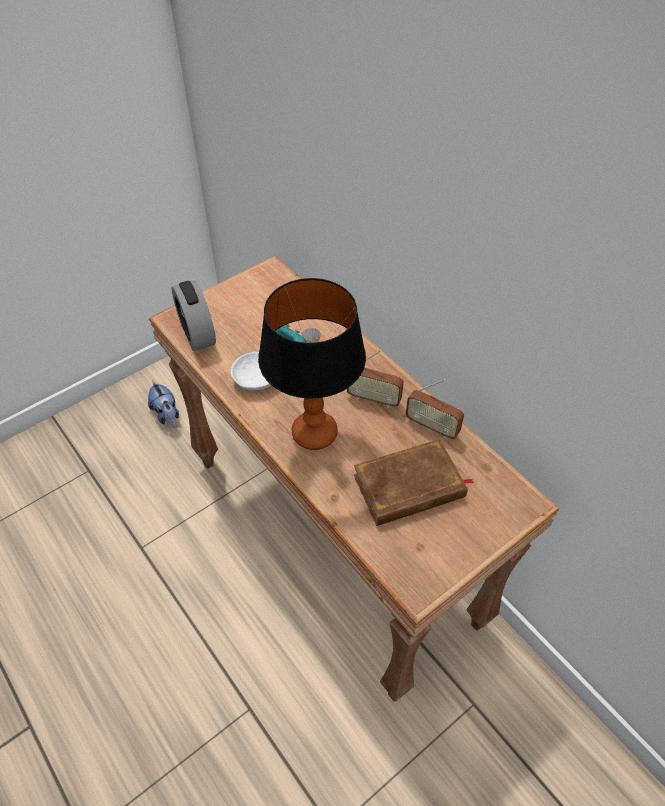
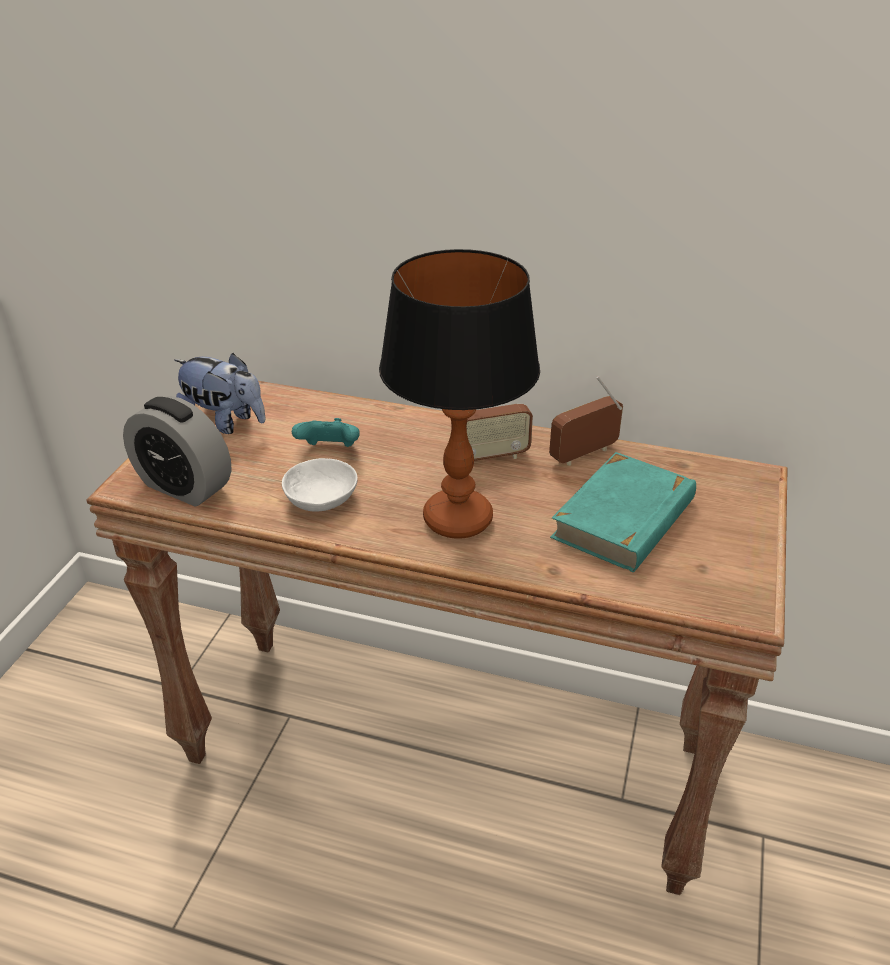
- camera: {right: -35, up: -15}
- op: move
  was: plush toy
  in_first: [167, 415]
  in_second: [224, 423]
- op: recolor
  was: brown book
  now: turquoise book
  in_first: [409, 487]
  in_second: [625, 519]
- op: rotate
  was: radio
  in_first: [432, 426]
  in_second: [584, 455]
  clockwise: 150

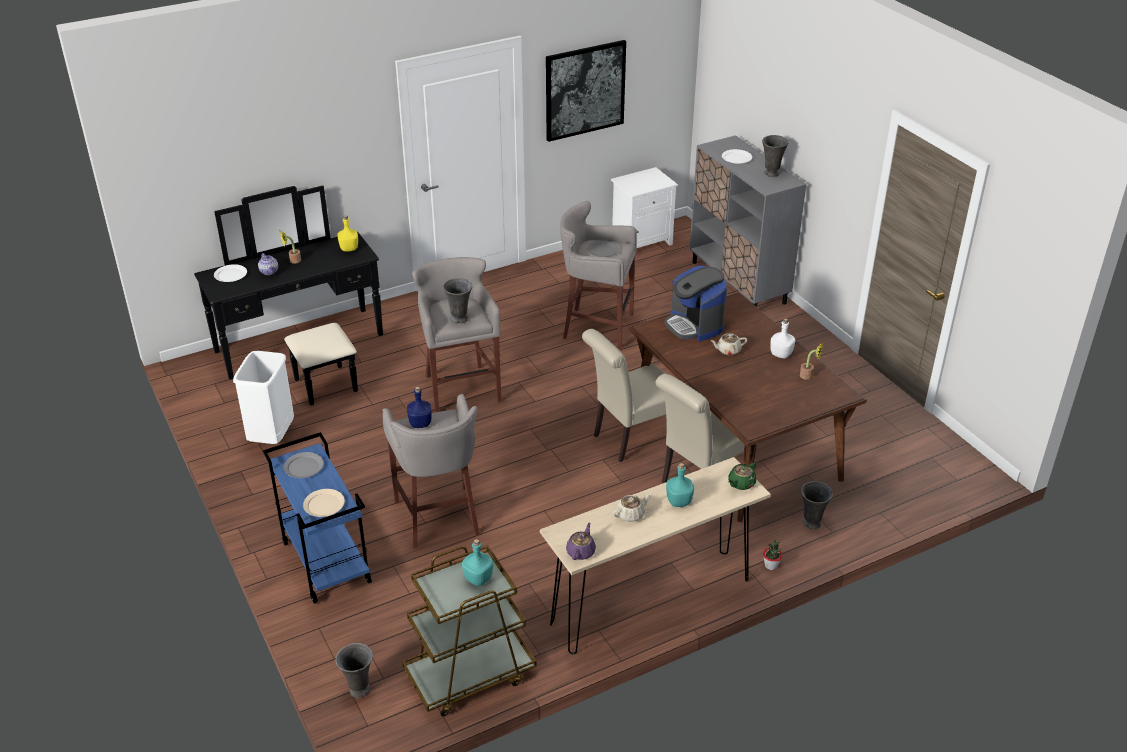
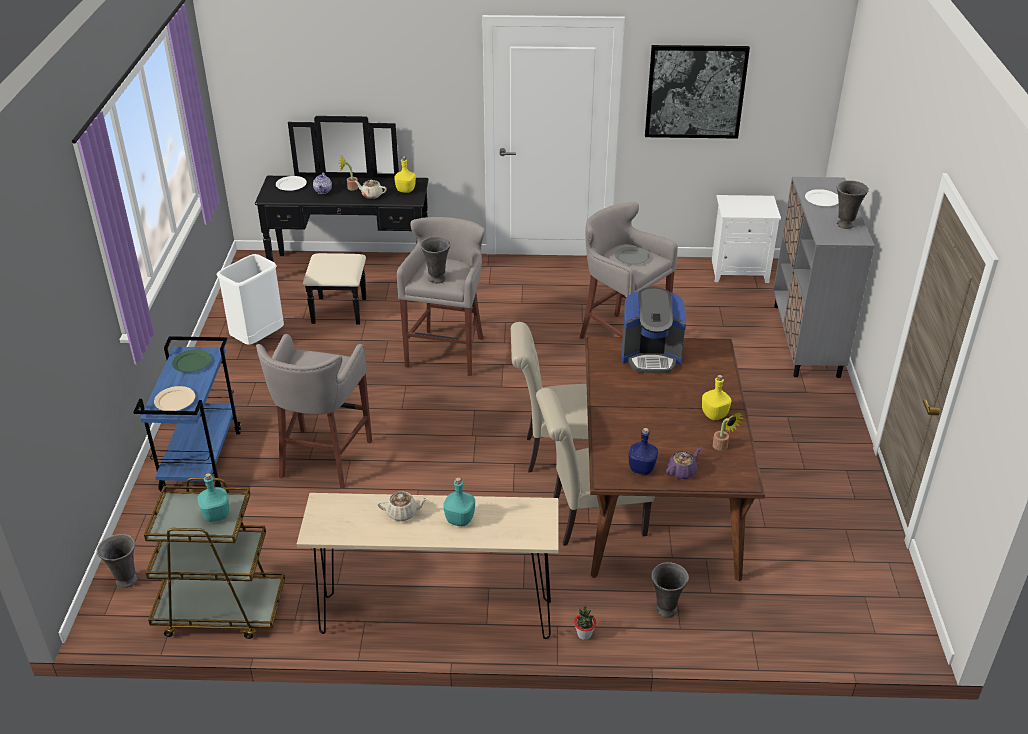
- camera: {right: 30, up: 0}
- op: recolor
  was: grey plate
  now: green plate
  in_first: [303, 467]
  in_second: [192, 363]
- op: move
  was: blue bottle
  in_first: [420, 424]
  in_second: [641, 469]
- op: move
  was: purple teapot
  in_first: [581, 551]
  in_second: [682, 471]
- op: rotate
  was: coffee machine
  in_first: [694, 325]
  in_second: [651, 356]
  clockwise: -90
- op: move
  was: beige teapot
  in_first: [728, 350]
  in_second: [371, 195]
- op: delete
  was: green teapot
  in_first: [741, 483]
- op: recolor
  was: white bottle
  now: yellow bottle
  in_first: [781, 354]
  in_second: [714, 415]

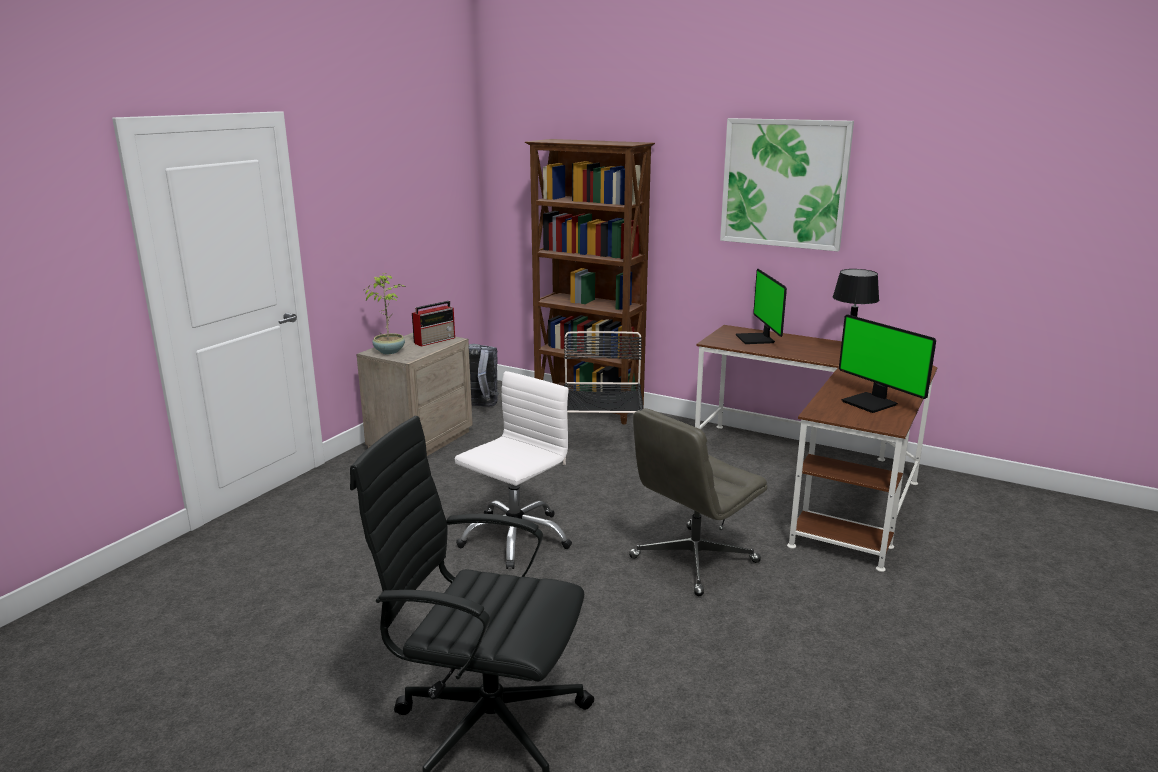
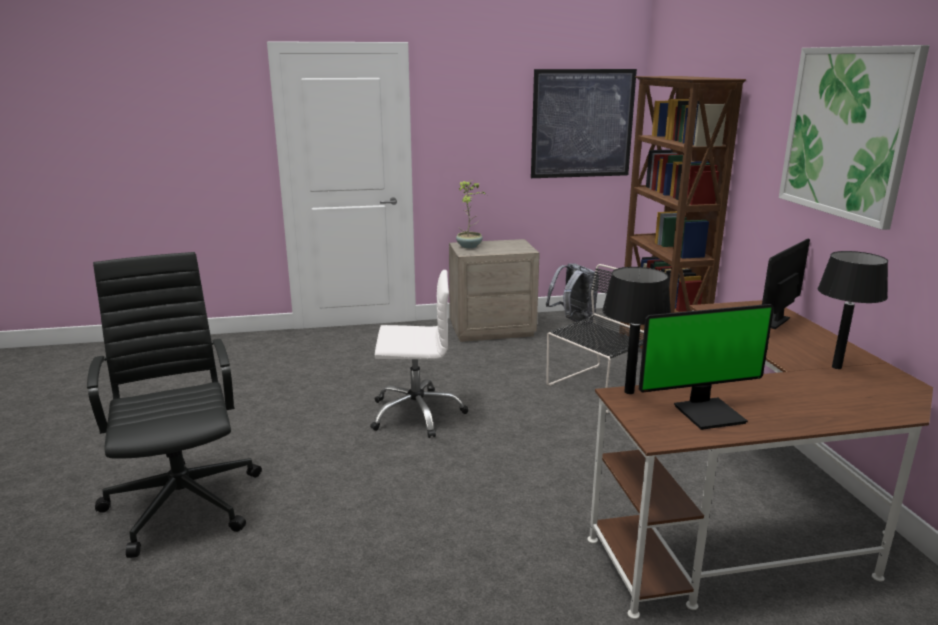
- camera: {right: 50, up: 0}
- op: delete
  was: radio
  in_first: [435, 340]
- op: delete
  was: grey office chair
  in_first: [693, 561]
- op: rotate
  was: monitor
  in_first: [871, 403]
  in_second: [708, 413]
  clockwise: -120
- op: insert
  now: picture
  in_second: [582, 124]
- op: insert
  now: black table lamp
  in_second: [628, 392]

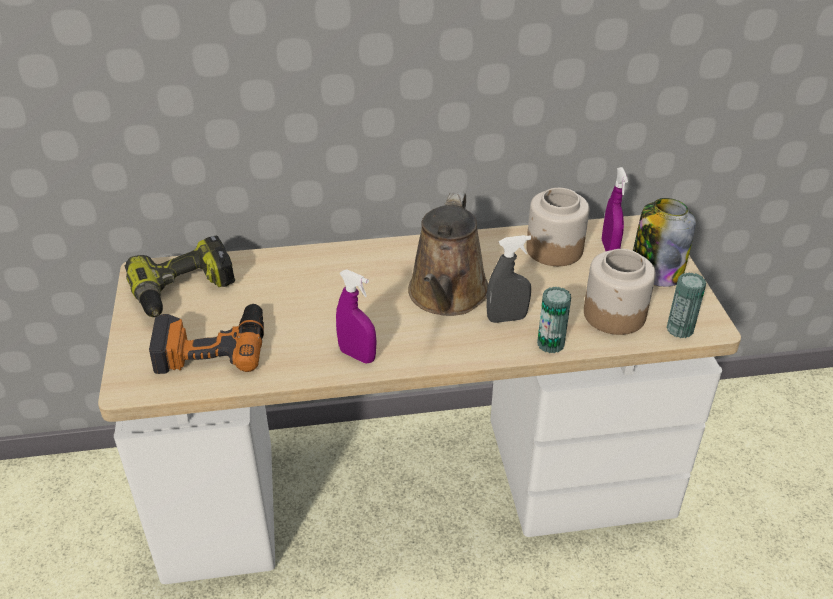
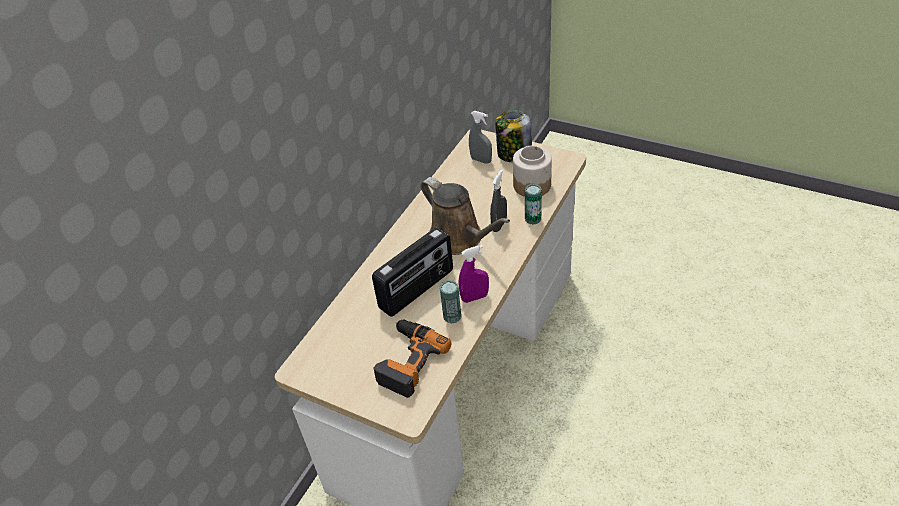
- camera: {right: -50, up: 5}
- op: delete
  was: power drill
  in_first: [184, 291]
- op: delete
  was: jar
  in_first: [553, 249]
- op: recolor
  was: purple spray bottle
  now: grey spray bottle
  in_first: [609, 249]
  in_second: [481, 160]
- op: move
  was: can
  in_first: [680, 329]
  in_second: [452, 316]
- op: insert
  now: radio
  in_second: [417, 289]

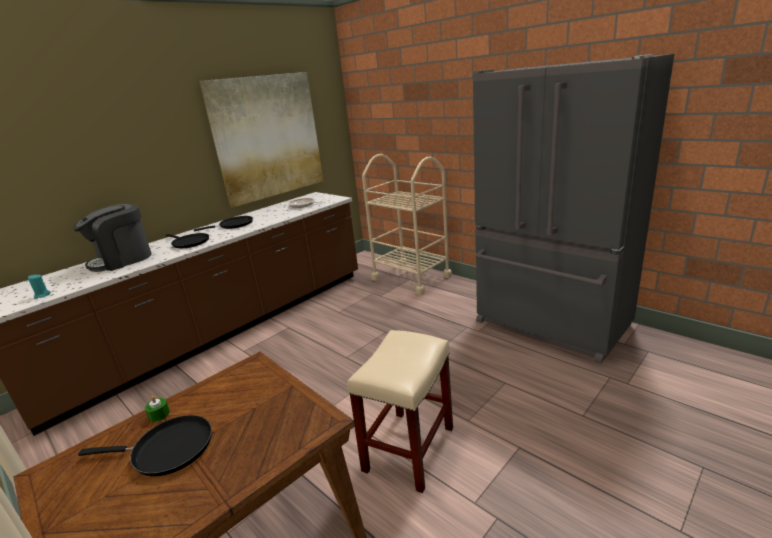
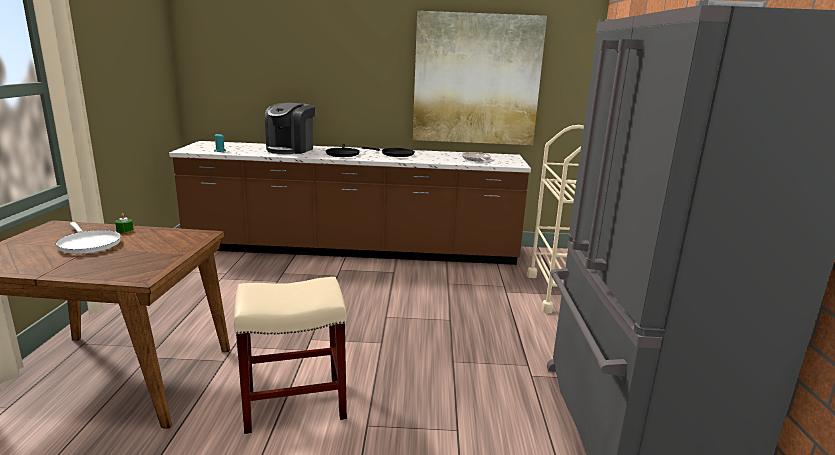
- camera: {right: 45, up: -5}
- op: rotate
  was: coffee machine
  in_first: [122, 260]
  in_second: [291, 149]
  clockwise: -75
- op: recolor
  was: black frying pan
  now: white frying pan
  in_first: [167, 449]
  in_second: [88, 244]

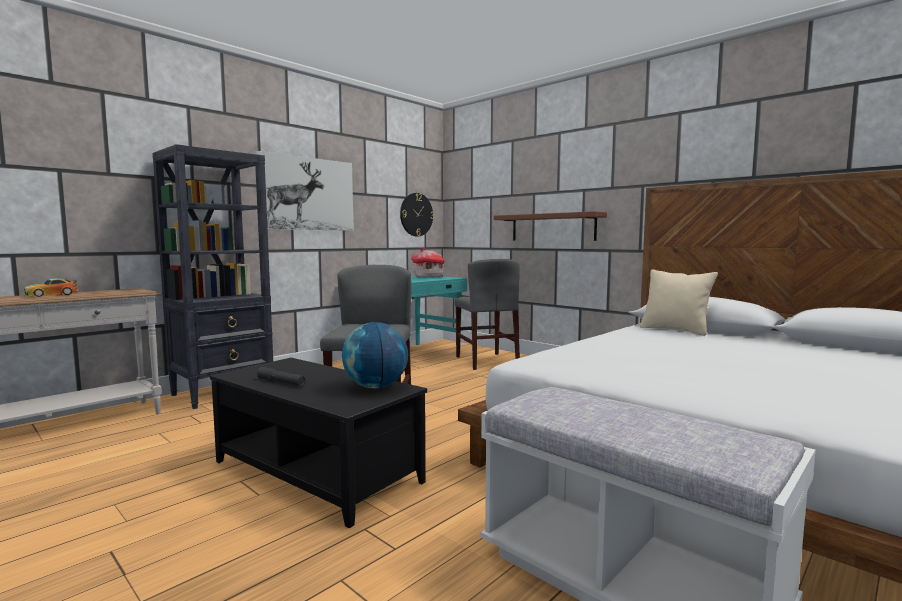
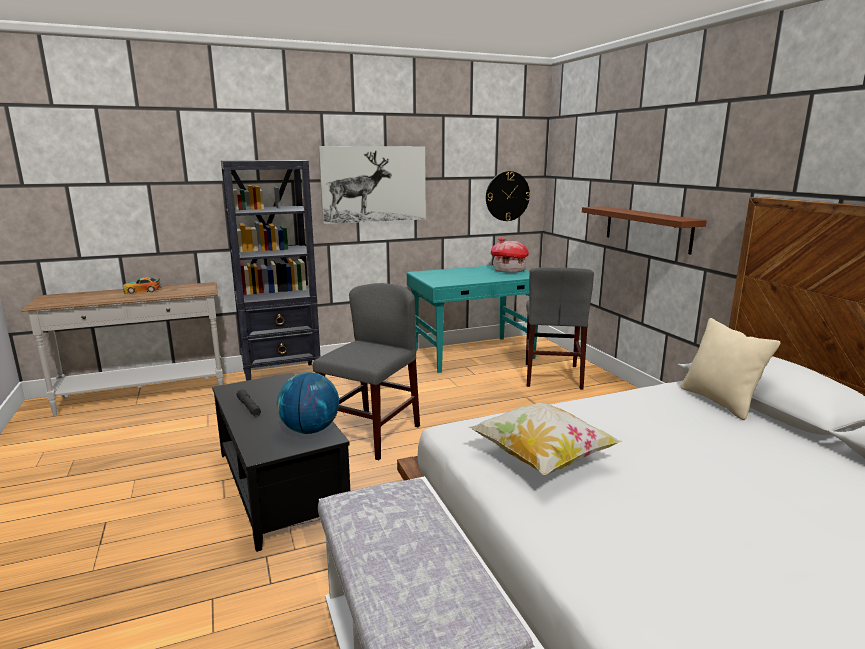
- camera: {right: 25, up: 10}
- op: insert
  now: pillow
  in_second: [541, 459]

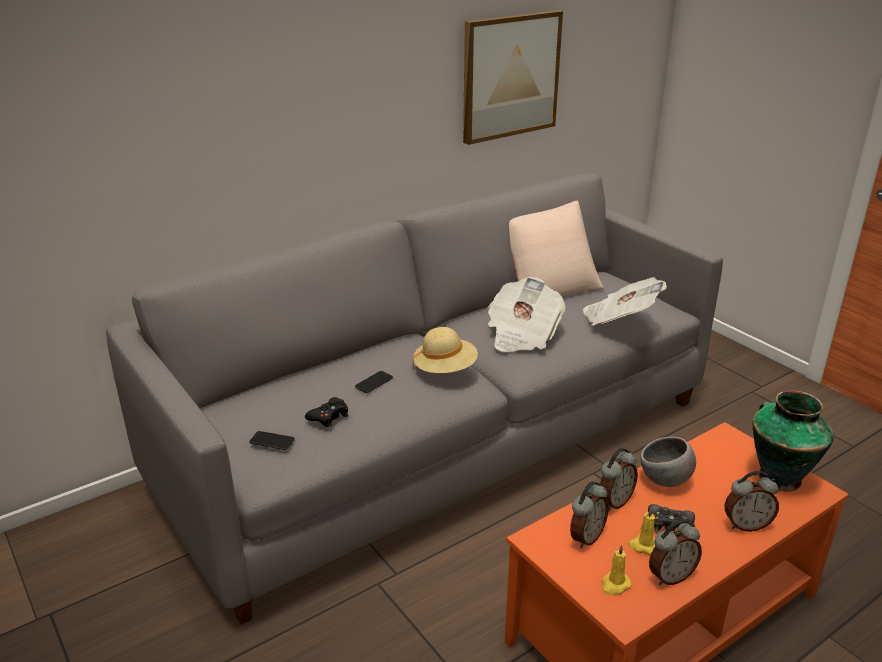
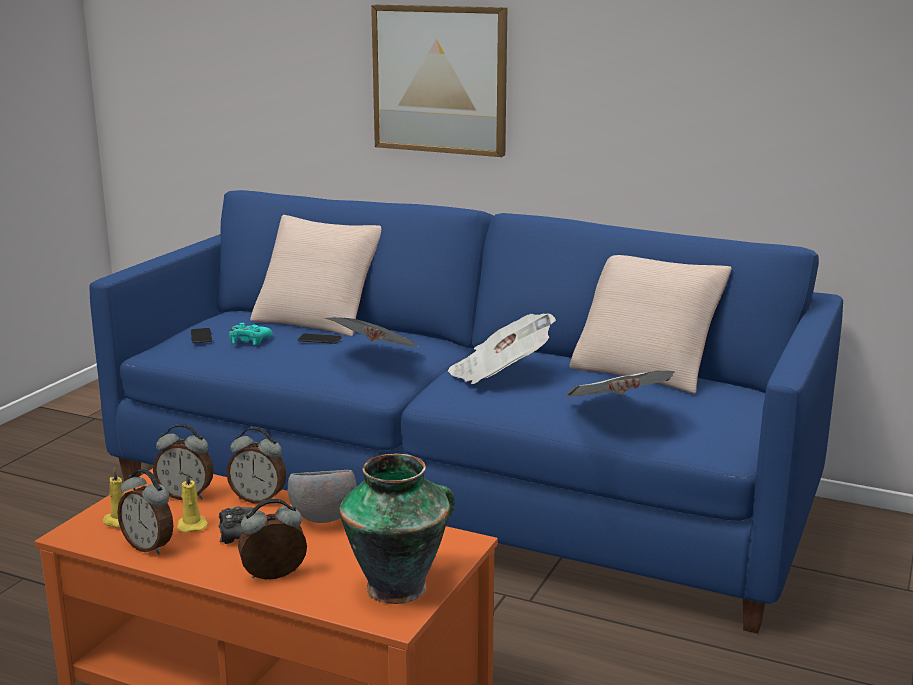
- camera: {right: 60, up: -10}
- op: recolor
  was: grey sofa
  now: blue sofa
  in_first: [441, 442]
  in_second: [458, 493]
- op: recolor
  was: black game controller
  now: turquoise game controller
  in_first: [329, 417]
  in_second: [249, 340]
- op: replace
  was: beige hat
  now: newspaper
  in_first: [445, 369]
  in_second: [377, 358]
- op: move
  was: picture
  in_first: [510, 76]
  in_second: [440, 79]
- op: rotate
  was: alarm clock
  in_first: [746, 525]
  in_second: [274, 577]
  clockwise: 105
- op: insert
  now: beige pillow
  in_second: [318, 319]

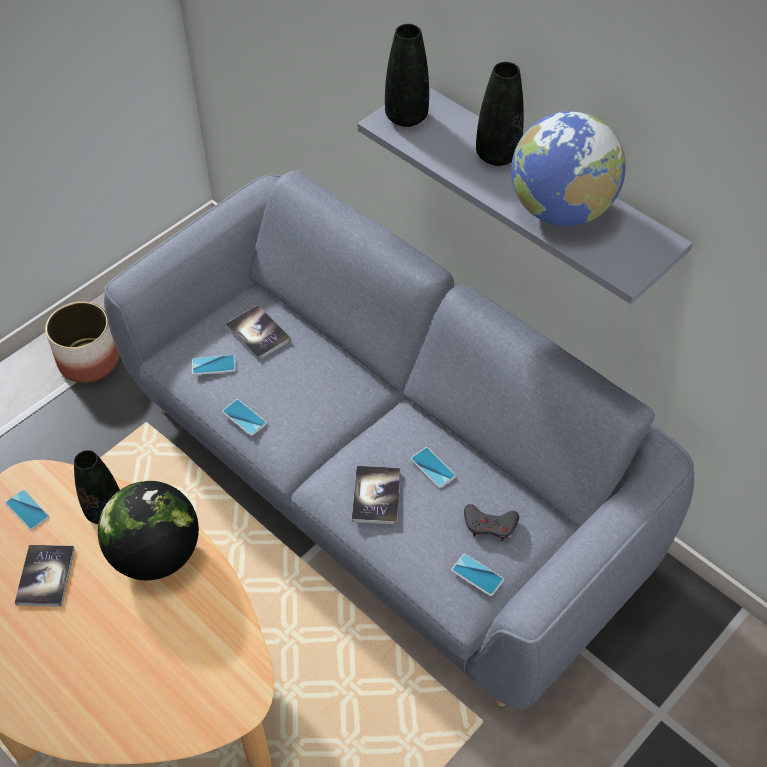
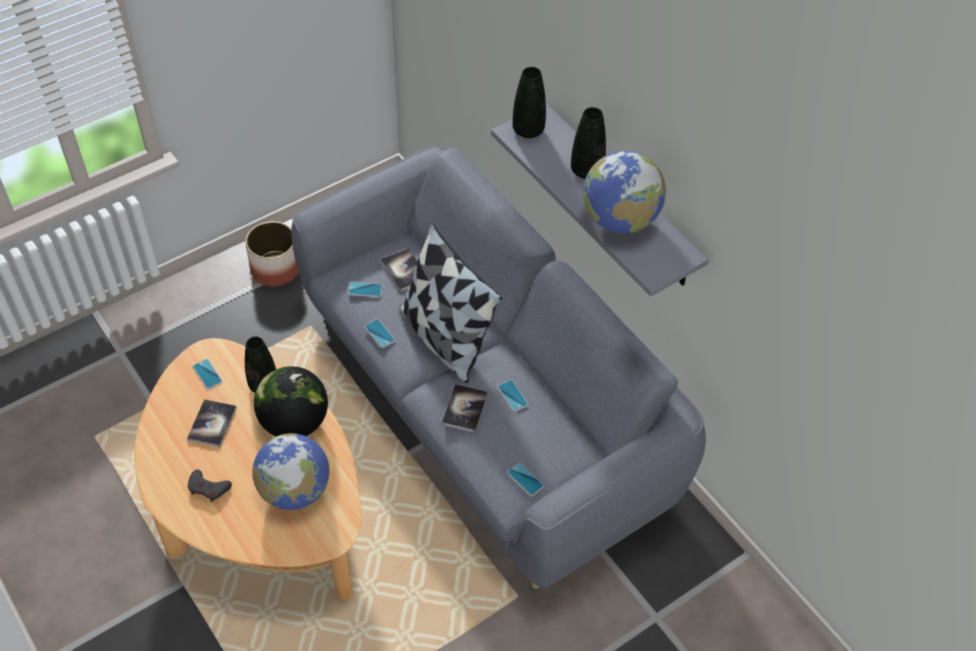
- camera: {right: 10, up: 0}
- op: move
  was: grey game controller
  in_first: [490, 525]
  in_second: [208, 488]
- op: insert
  now: globe
  in_second: [294, 490]
- op: insert
  now: pillow
  in_second: [445, 338]

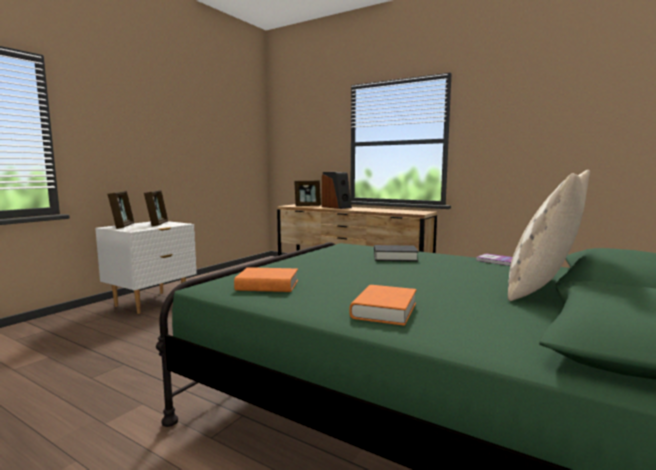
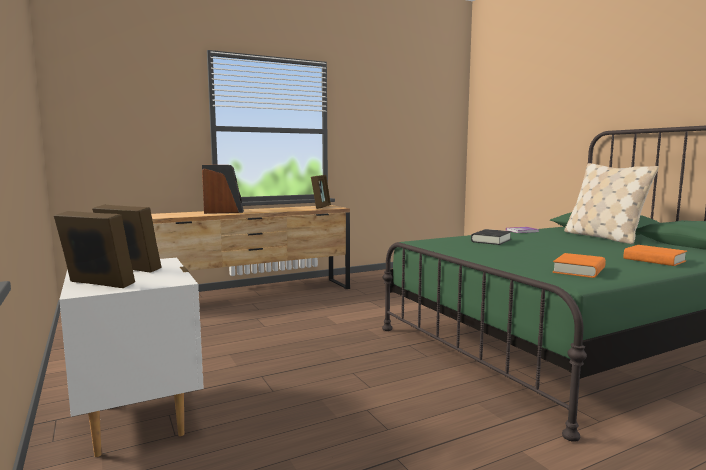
- camera: {right: -60, up: 0}
- op: move
  was: picture frame
  in_first: [308, 206]
  in_second: [321, 207]

